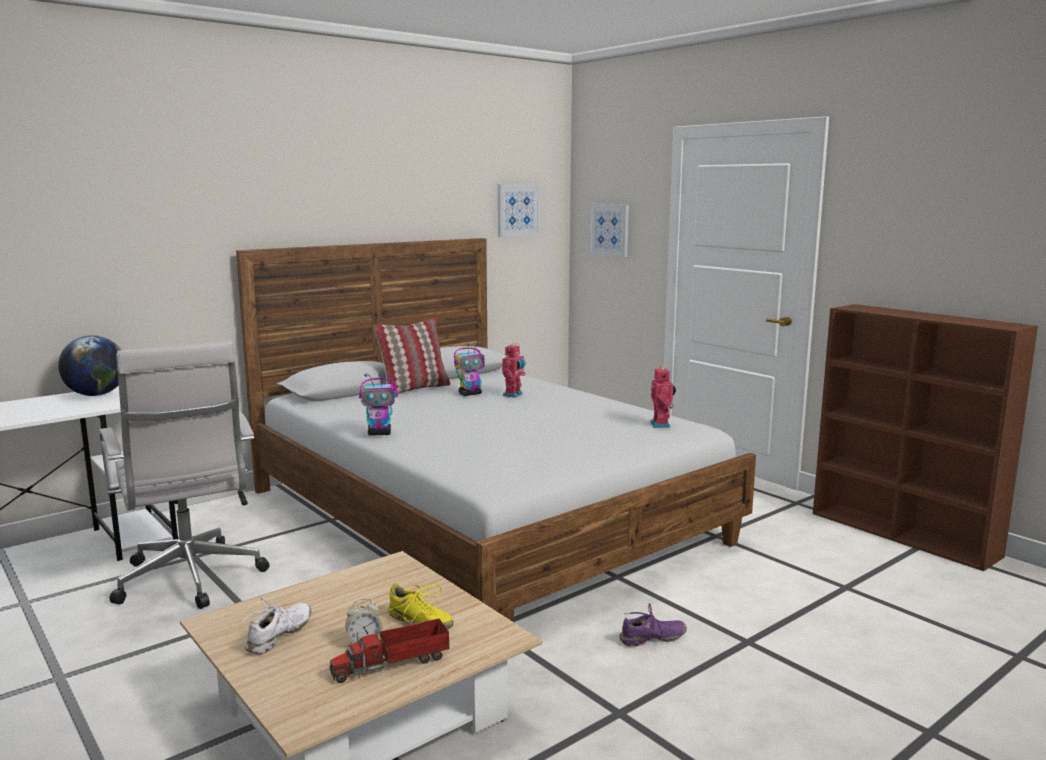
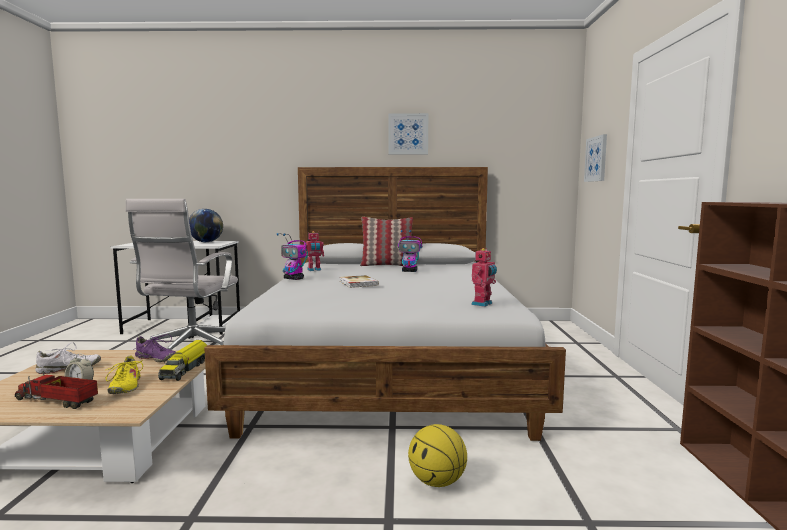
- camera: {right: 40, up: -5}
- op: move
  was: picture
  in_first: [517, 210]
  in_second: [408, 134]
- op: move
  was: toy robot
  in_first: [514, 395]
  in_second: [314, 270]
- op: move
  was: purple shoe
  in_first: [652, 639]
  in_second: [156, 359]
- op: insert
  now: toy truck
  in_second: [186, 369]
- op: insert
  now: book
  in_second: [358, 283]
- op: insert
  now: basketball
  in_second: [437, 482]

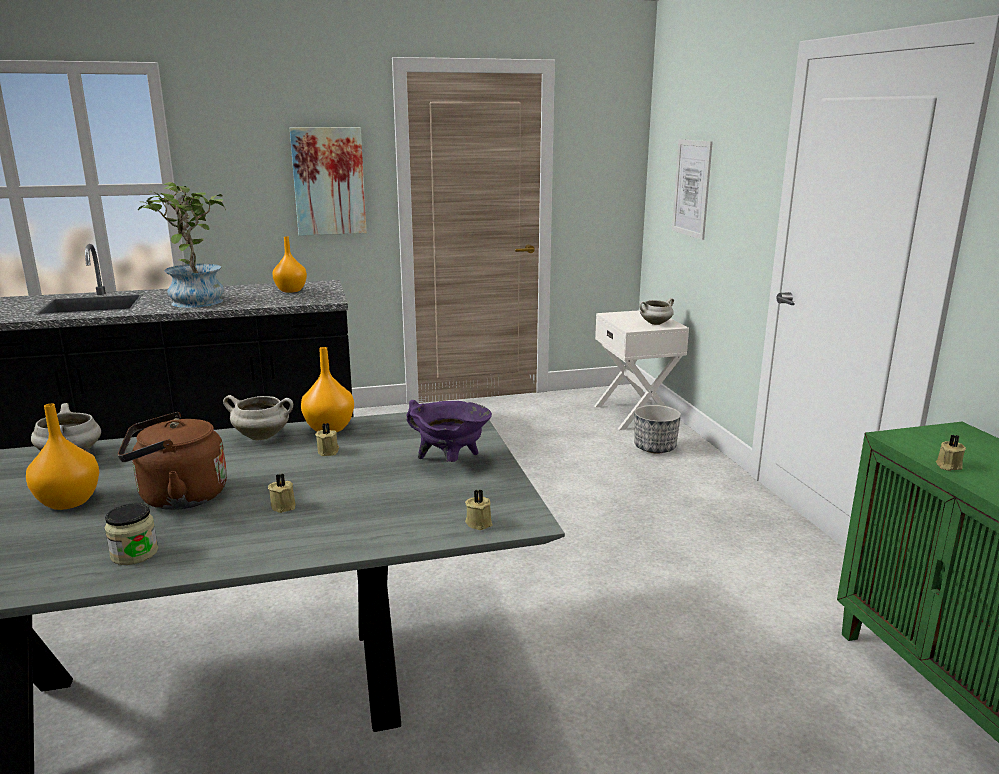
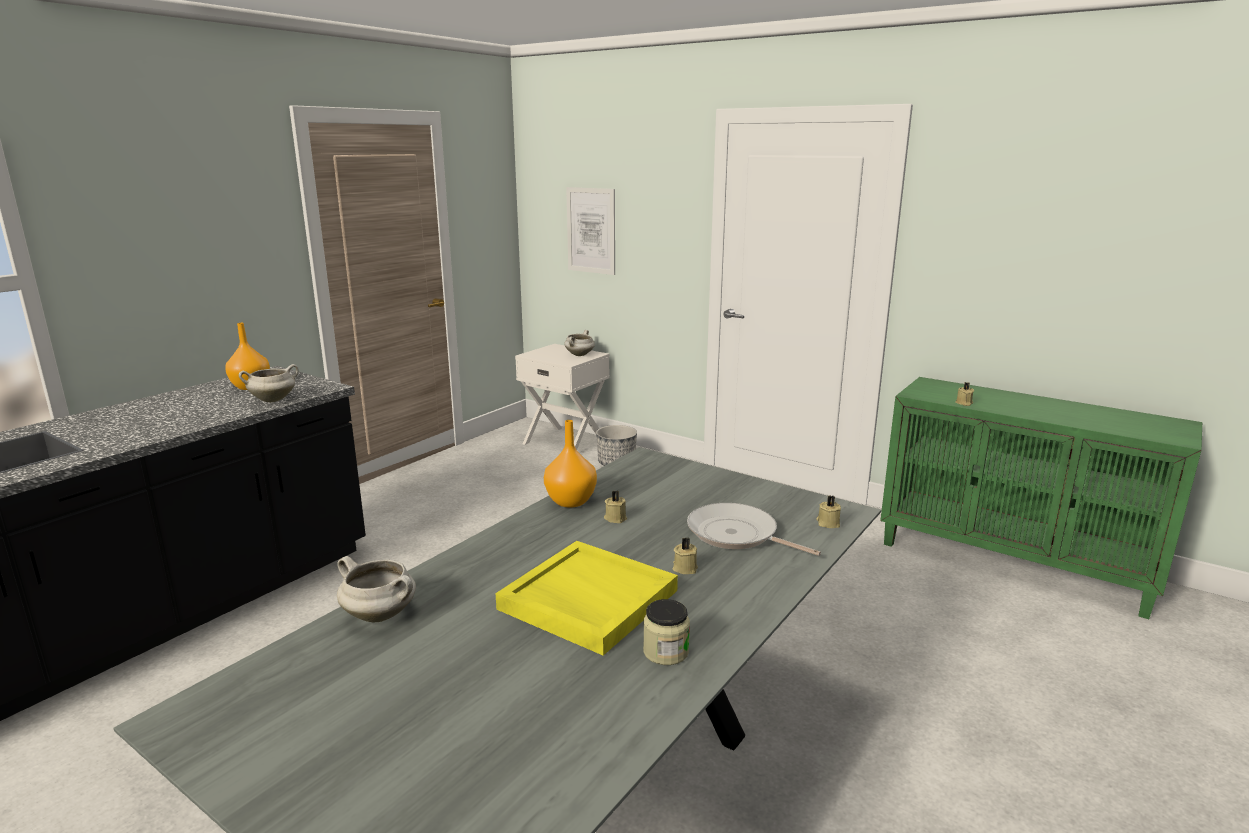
- camera: {right: -40, up: 0}
- op: delete
  was: orange vase
  in_first: [67, 502]
- op: replace
  was: brown kettle
  now: yellow tray
  in_first: [177, 497]
  in_second: [586, 600]
- op: delete
  was: potted plant
  in_first: [195, 300]
- op: move
  was: white cooking pot
  in_first: [263, 436]
  in_second: [273, 400]
- op: delete
  was: picture
  in_first: [329, 181]
- op: delete
  was: purple cooking pot
  in_first: [450, 462]
- op: insert
  now: frying pan
  in_second: [736, 535]

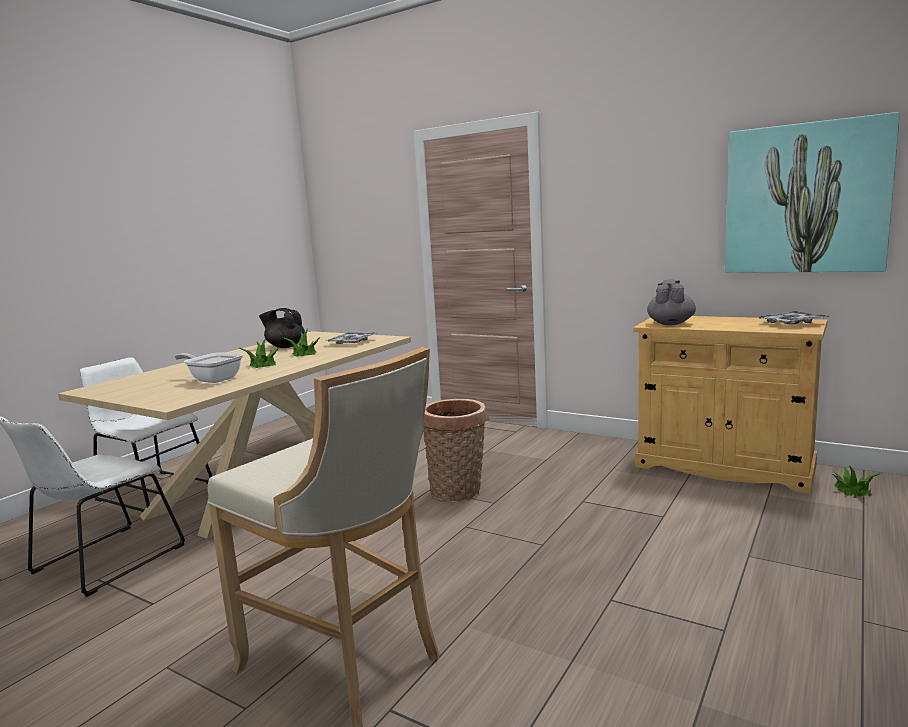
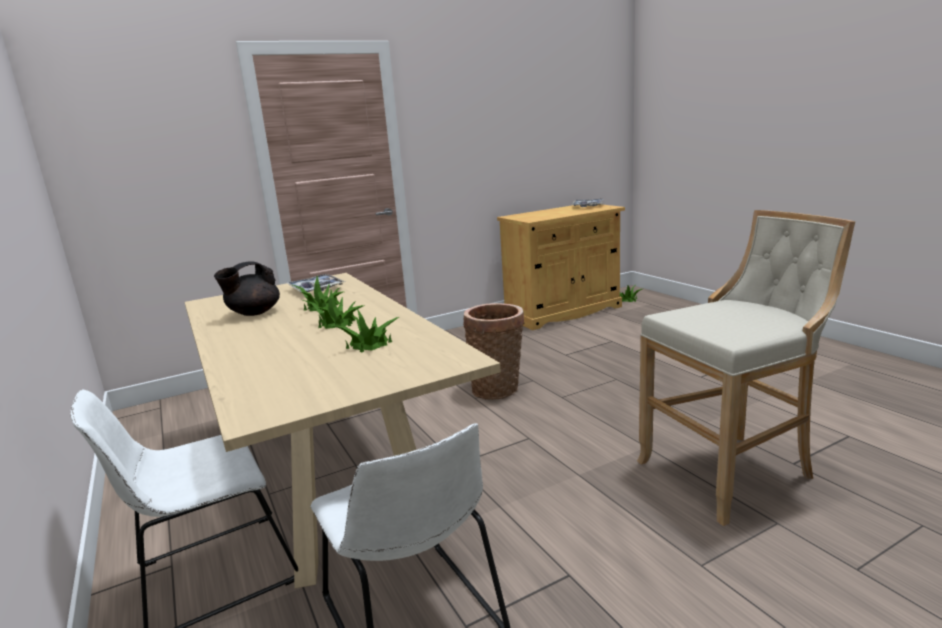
- camera: {right: -60, up: 5}
- op: replace
  was: frying pan
  now: potted plant
  in_first: [213, 379]
  in_second: [368, 344]
- op: delete
  was: grey teapot
  in_first: [670, 323]
- op: delete
  was: picture
  in_first: [805, 199]

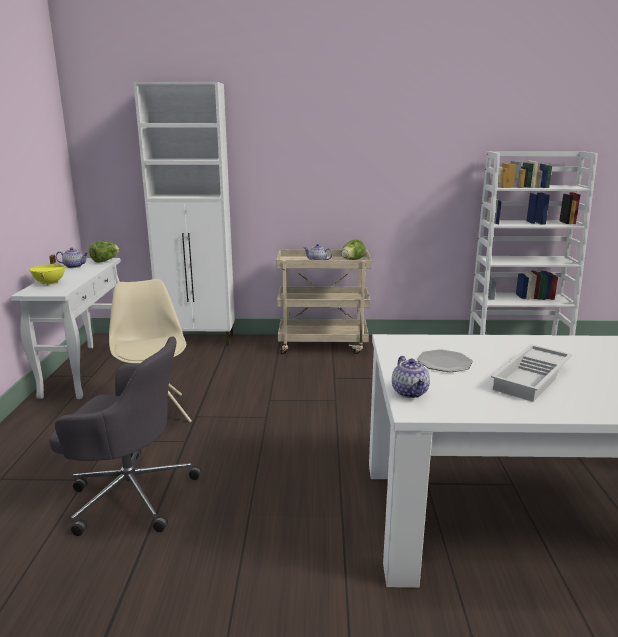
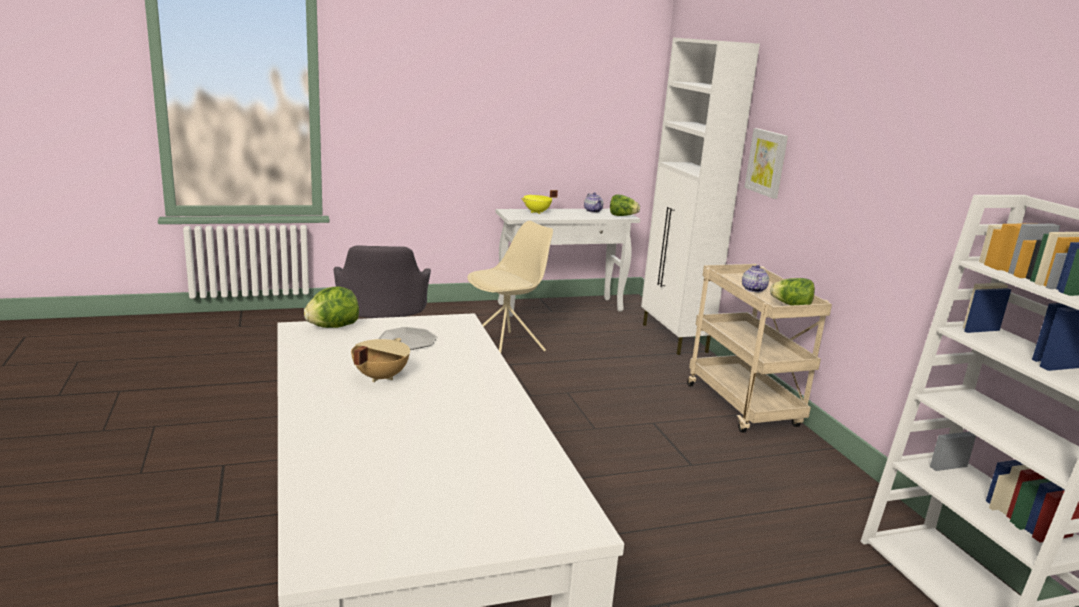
- camera: {right: 70, up: 0}
- op: replace
  was: teapot
  now: lettuce
  in_first: [410, 392]
  in_second: [332, 327]
- op: replace
  was: white tray
  now: beige cooking pot
  in_first: [532, 378]
  in_second: [379, 377]
- op: insert
  now: picture
  in_second: [767, 162]

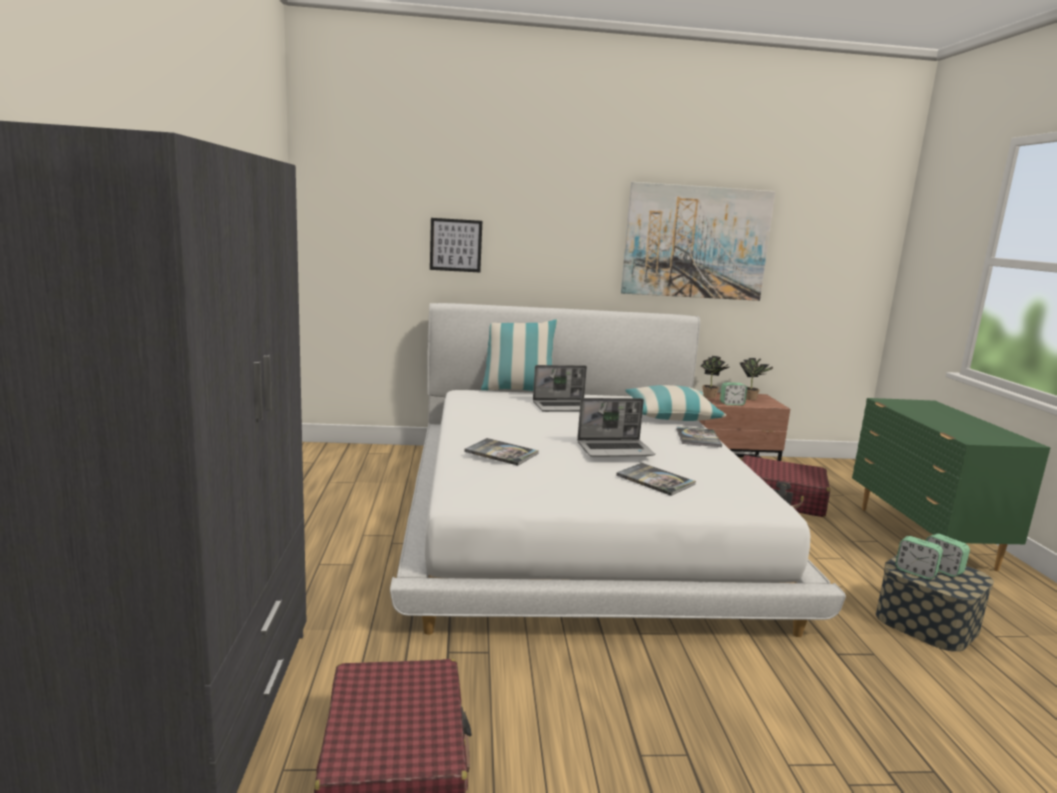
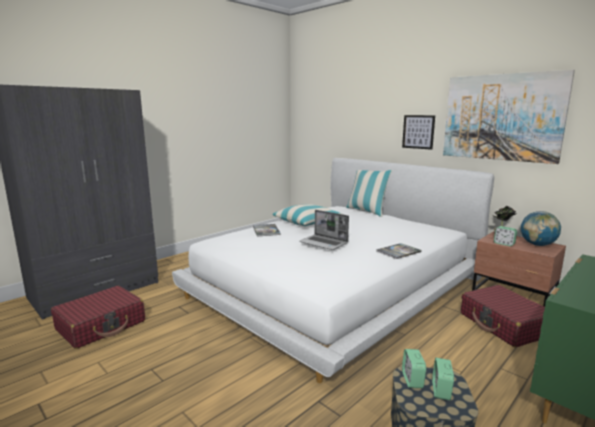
- camera: {right: 50, up: 0}
- op: move
  was: picture
  in_first: [455, 245]
  in_second: [418, 132]
- op: delete
  was: laptop
  in_first: [563, 407]
- op: delete
  was: book
  in_first: [655, 480]
- op: move
  was: pillow
  in_first: [671, 415]
  in_second: [307, 222]
- op: replace
  was: potted plant
  now: globe
  in_first: [752, 398]
  in_second: [537, 244]

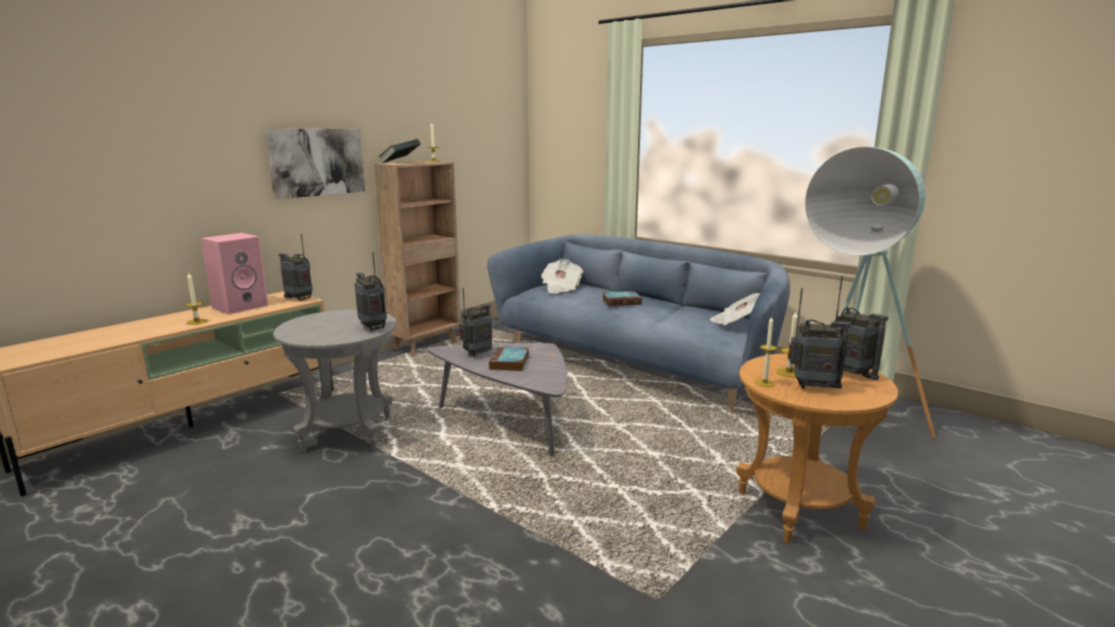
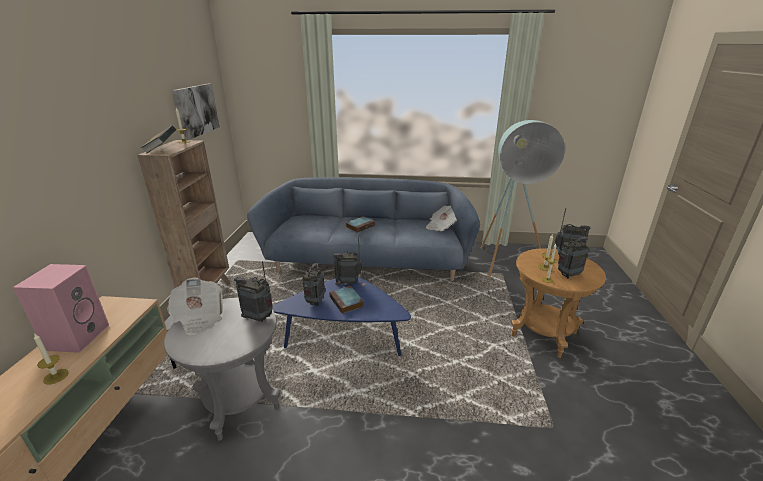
- camera: {right: -35, up: 10}
- op: move
  was: picture
  in_first: [316, 162]
  in_second: [196, 110]
- op: move
  was: radio
  in_first: [299, 299]
  in_second: [349, 282]
- op: recolor
  was: grey coffee table
  now: blue coffee table
  in_first: [511, 421]
  in_second: [345, 338]
- op: move
  was: newspaper
  in_first: [561, 288]
  in_second: [199, 317]

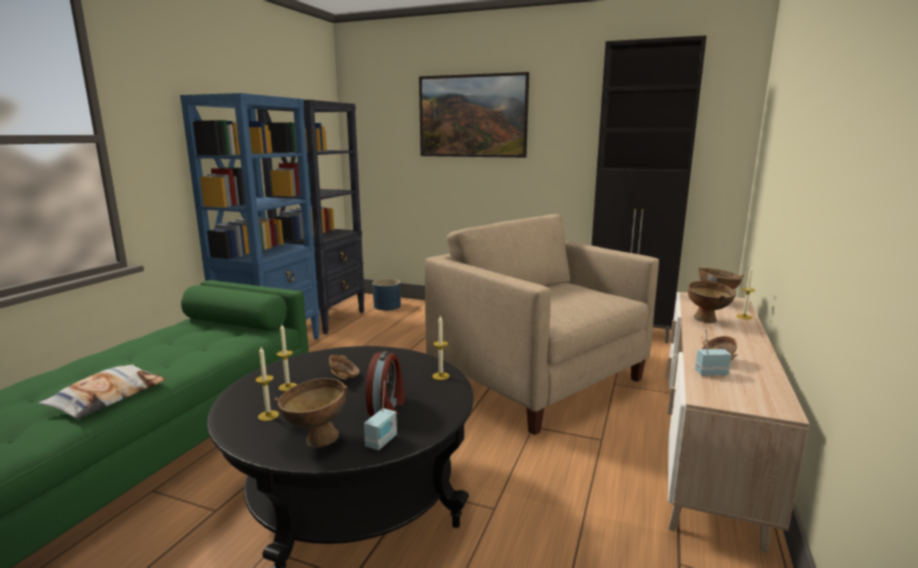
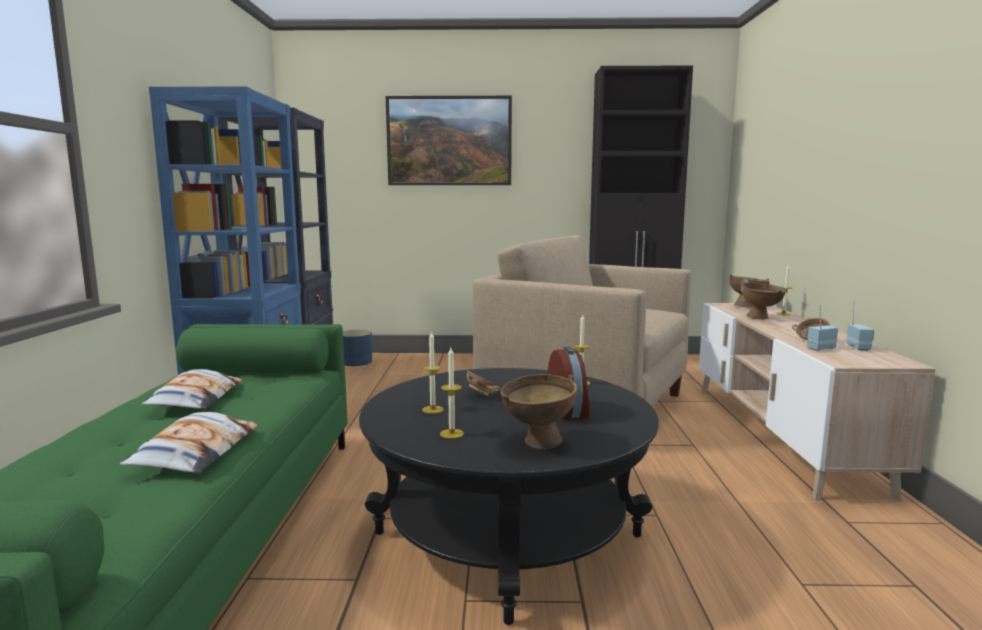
- camera: {right: -20, up: -5}
- op: move
  was: radio
  in_first: [382, 442]
  in_second: [859, 347]
- op: insert
  now: pillow
  in_second: [196, 399]

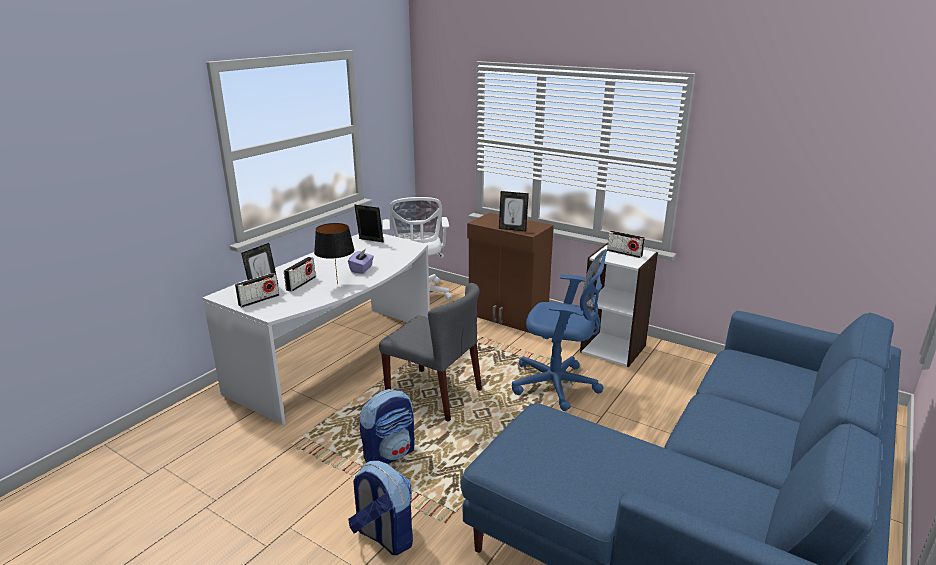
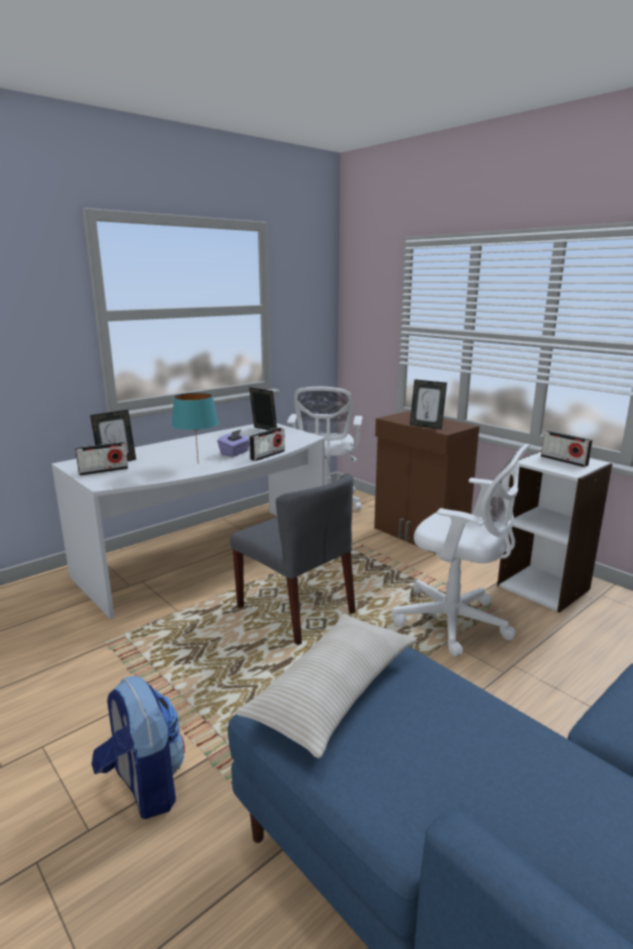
- camera: {right: 15, up: -5}
- op: move
  was: radio
  in_first: [301, 283]
  in_second: [267, 455]
- op: recolor
  was: black table lamp
  now: turquoise table lamp
  in_first: [337, 284]
  in_second: [197, 464]
- op: delete
  was: backpack
  in_first: [389, 454]
- op: recolor
  was: blue office chair
  now: white office chair
  in_first: [558, 386]
  in_second: [456, 622]
- op: insert
  now: beige pillow
  in_second: [333, 692]

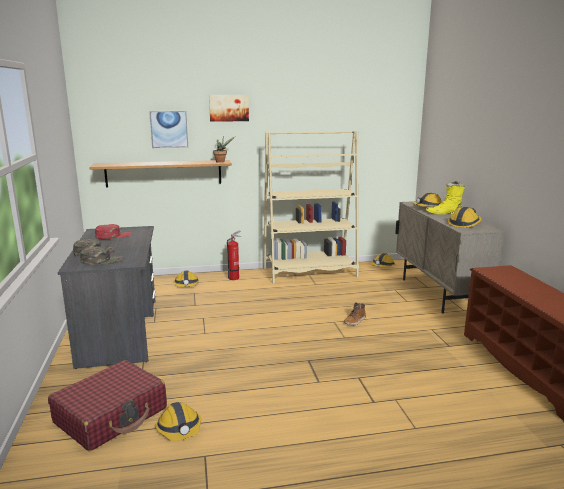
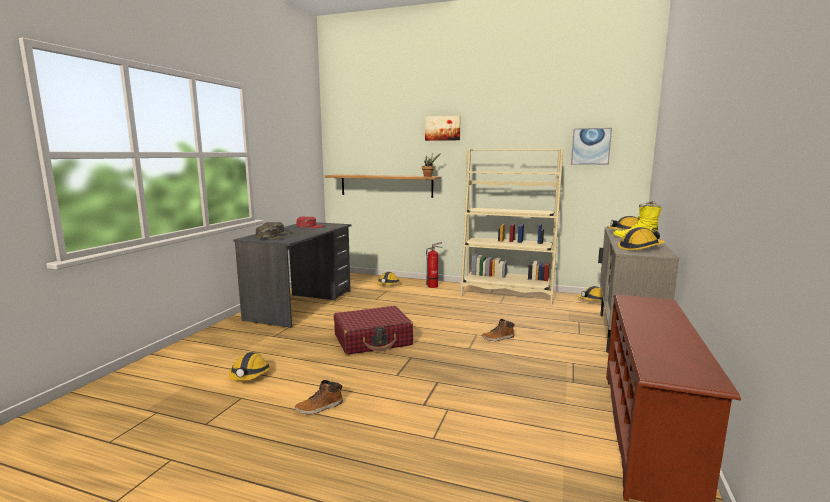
- camera: {right: 30, up: -5}
- op: move
  was: red suitcase
  in_first: [111, 415]
  in_second: [373, 340]
- op: move
  was: picture
  in_first: [169, 129]
  in_second: [590, 146]
- op: insert
  now: boot
  in_second: [319, 407]

